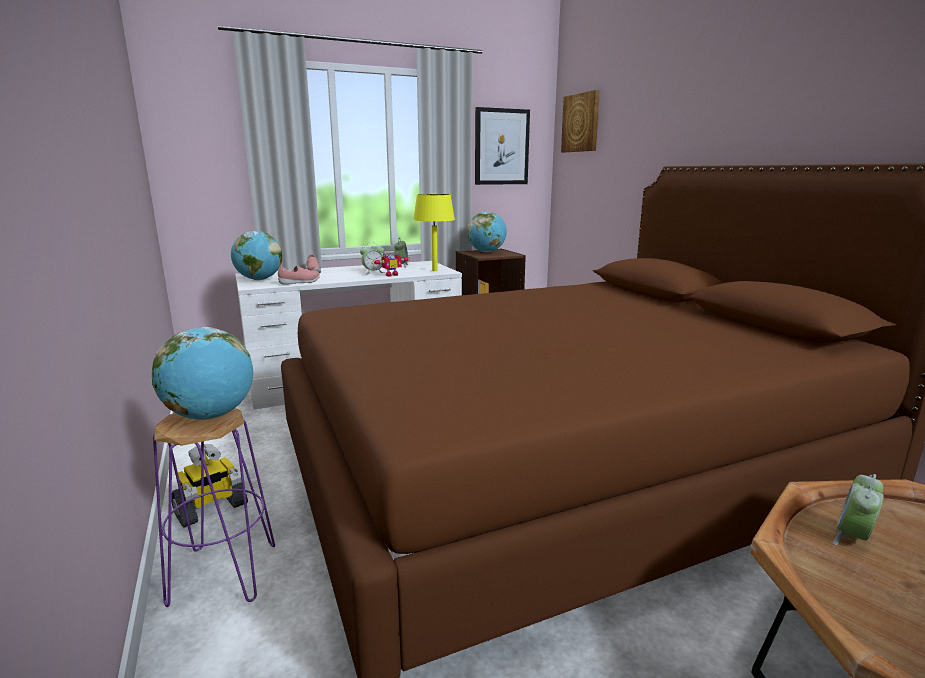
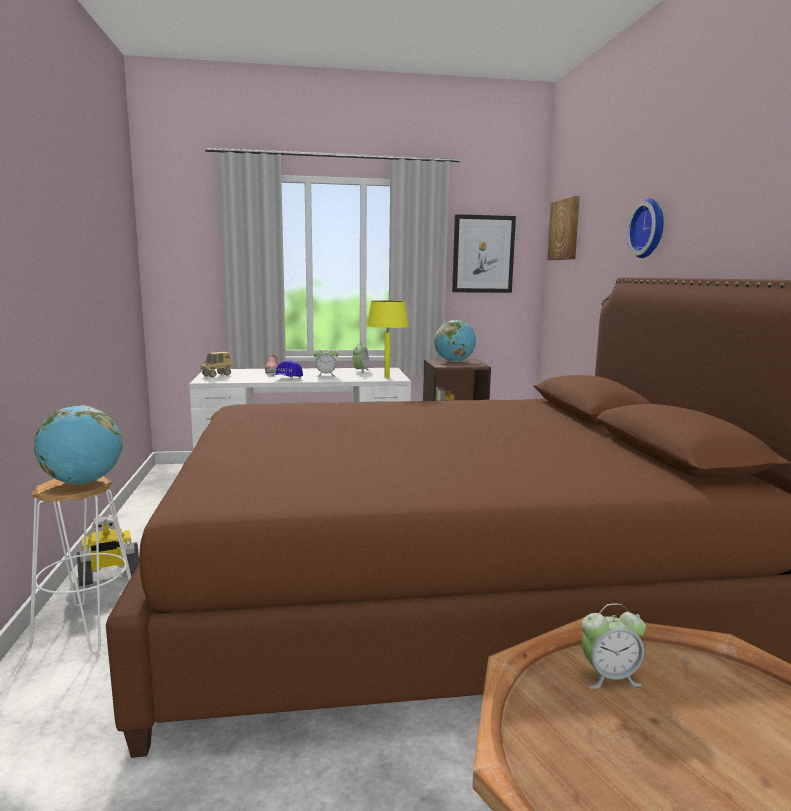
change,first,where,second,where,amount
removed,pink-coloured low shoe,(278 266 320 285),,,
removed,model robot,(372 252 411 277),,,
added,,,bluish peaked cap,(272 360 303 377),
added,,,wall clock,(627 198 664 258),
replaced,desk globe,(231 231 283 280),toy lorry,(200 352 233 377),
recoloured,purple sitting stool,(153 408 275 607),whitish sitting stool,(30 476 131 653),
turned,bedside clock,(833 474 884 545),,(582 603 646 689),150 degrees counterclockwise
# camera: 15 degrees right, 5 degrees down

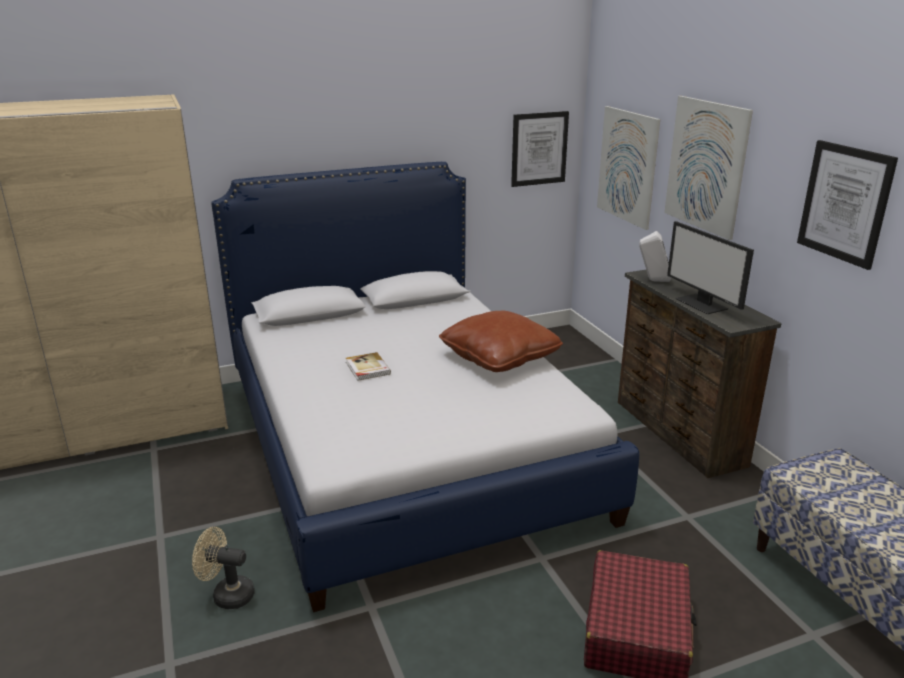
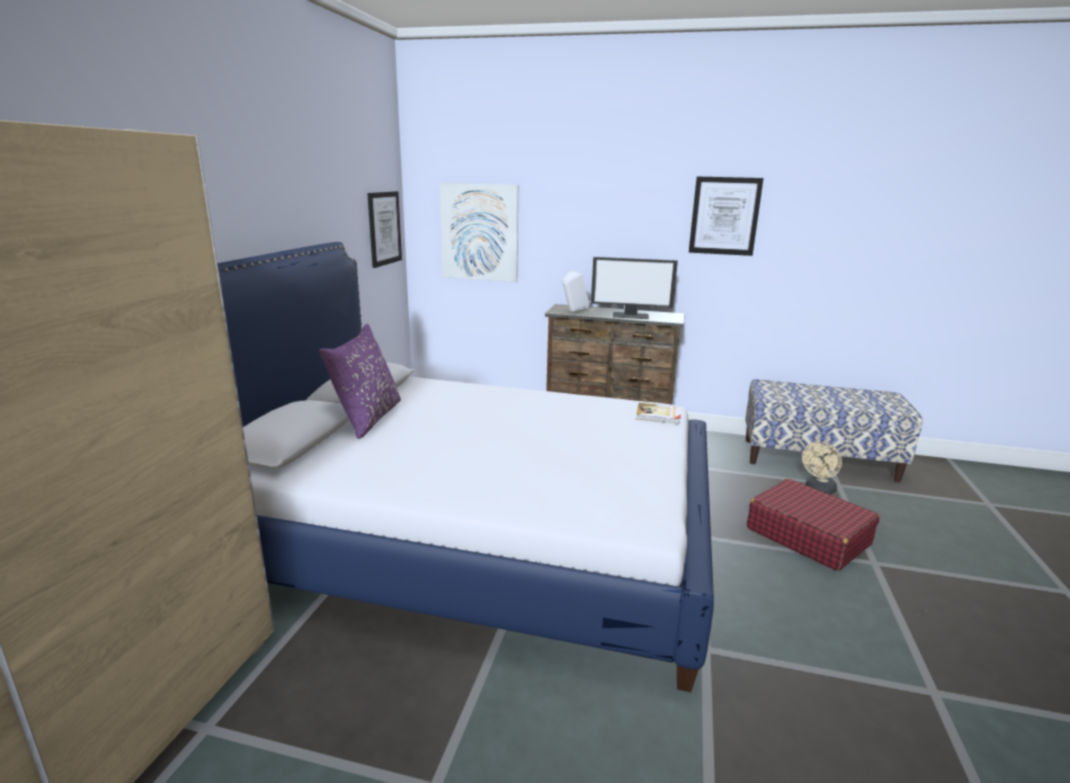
change,first,where,second,where,amount
removed,brown-coloured pillow,(439 311 563 372),,,
removed,wall picture,(664 96 753 240),,,
added,,,purple pillow,(319 324 401 439),
moved,sand-coloured fan,(192 527 255 609),,(802 441 842 494),
moved,volume,(346 352 391 381),,(636 403 681 424),
# camera: 55 degrees left, 5 degrees down

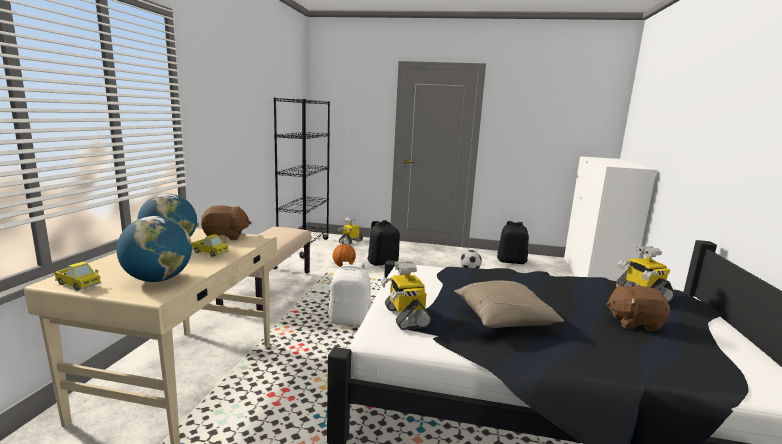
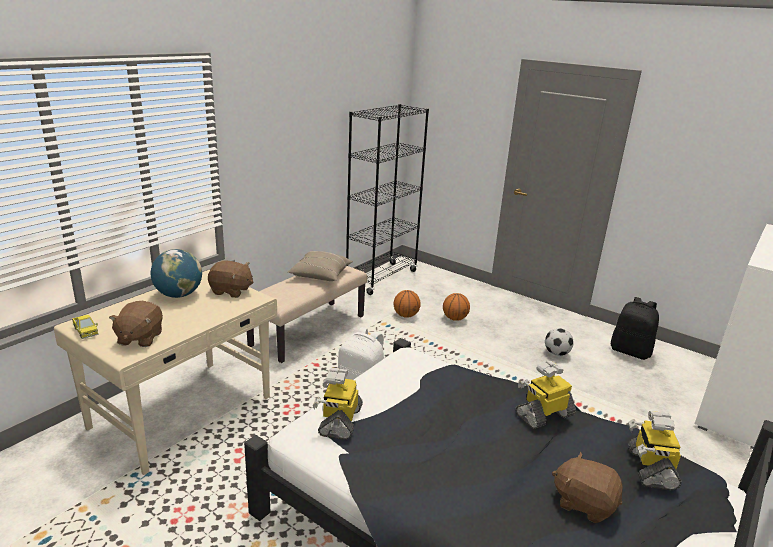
change,first,where,second,where,amount
removed,toy lorry,(192 235 229 257),,,
moved,model robot,(338 217 363 245),,(515 361 576 429),
moved,sand-coloured pillow,(454 281 564 328),,(288 251 353 281),
replaced,desk globe,(116 216 192 282),brown-coloured soft toy,(109 301 163 347),
replaced,blackish backpack,(368 220 400 266),basketball ball,(443 293 470 321),
# camera: 25 degrees right, 10 degrees up

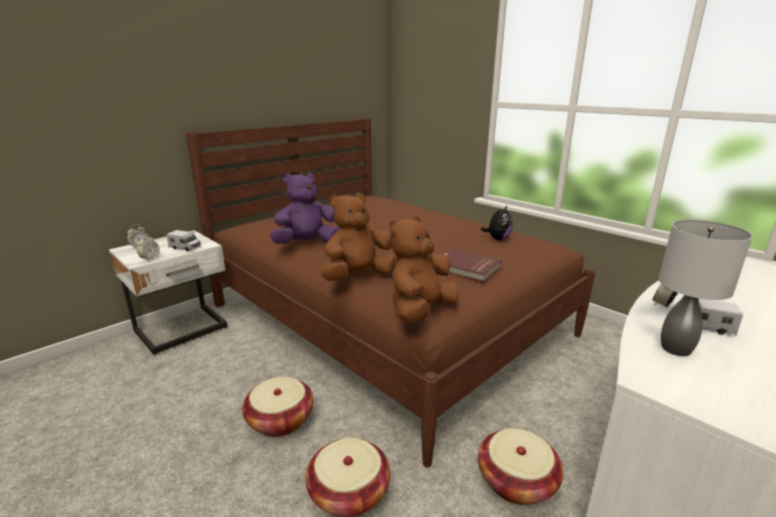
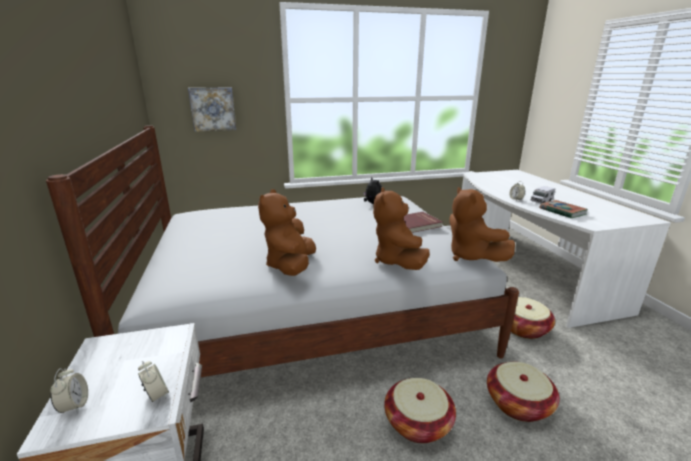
change,first,where,second,where,amount
removed,toy lorry,(166 230 201 251),,,
added,,,wall picture,(188 87 236 132),
replaced,greyish tabletop lamp,(659 220 753 356),volume,(540 200 588 218),
recoloured,brown-coloured sleeping bed,(186 117 595 467),whitish sleeping bed,(46 125 519 377),
recoloured,purple soft toy,(270 173 339 244),brown-coloured soft toy,(258 189 316 276),
# camera: 60 degrees left, 0 degrees up

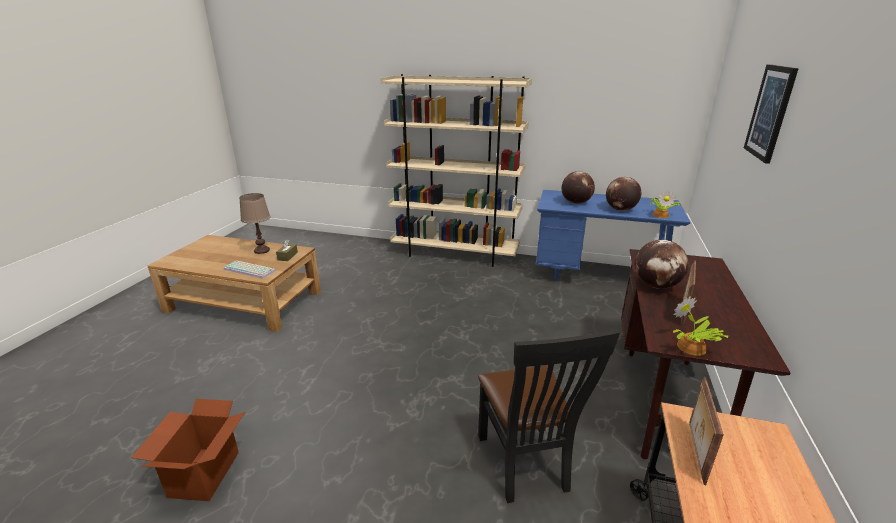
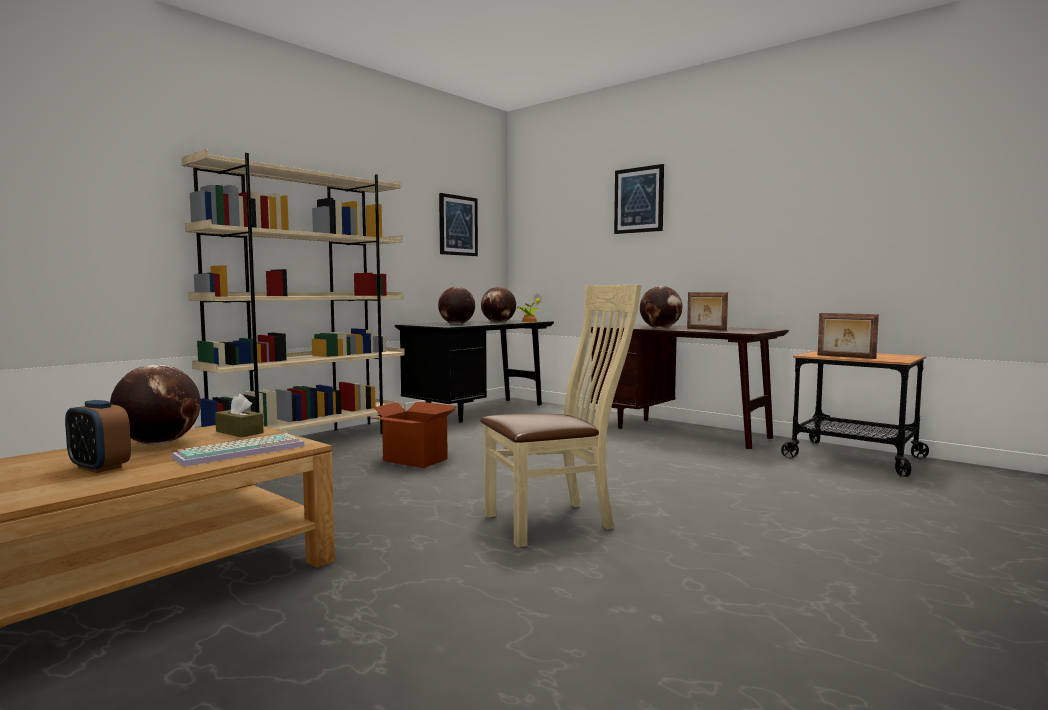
change,first,where,second,where,amount
removed,blackish plain chair,(478 330 620 503),,,
removed,houseplant,(673 296 730 356),,,
added,,,bedside clock,(65 400 131 473),
added,,,wall picture,(439 193 478 256),
added,,,sand-coloured plain chair,(480 285 641 547),
moved,carton,(131 399 245 501),,(371 402 456 468),
replaced,brown-coloured tabletop lamp,(239 193 271 254),desk globe,(110 364 201 445),
recoloured,bluish desk unit,(535 190 690 281),blackish desk unit,(395 320 554 423),
# camera: 65 degrees left, 20 degrees down

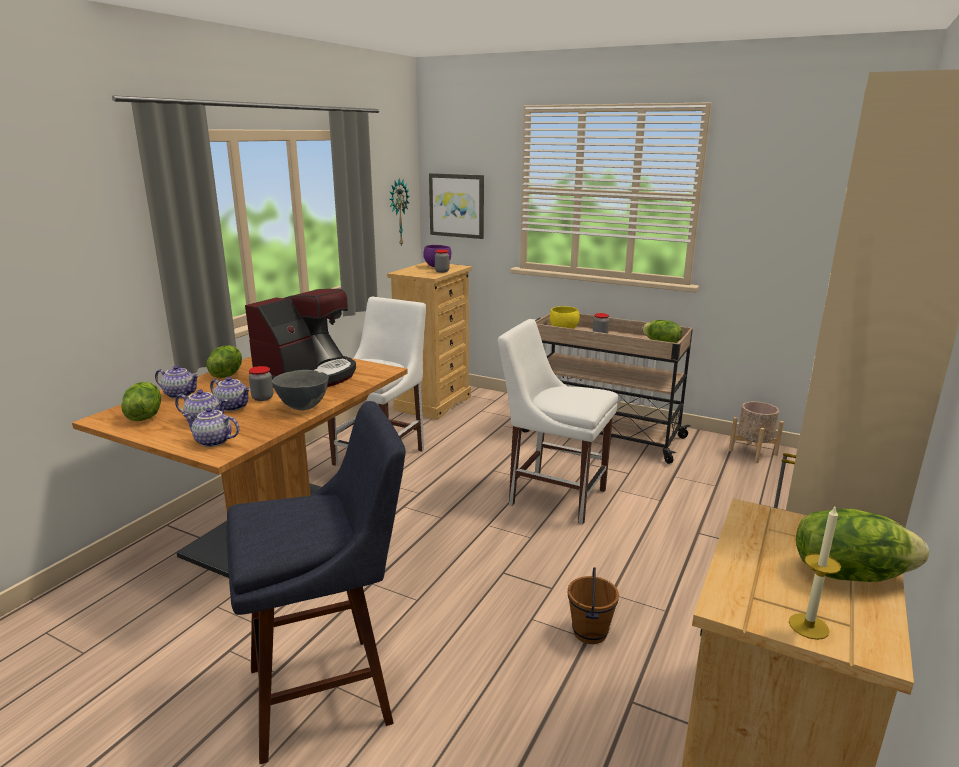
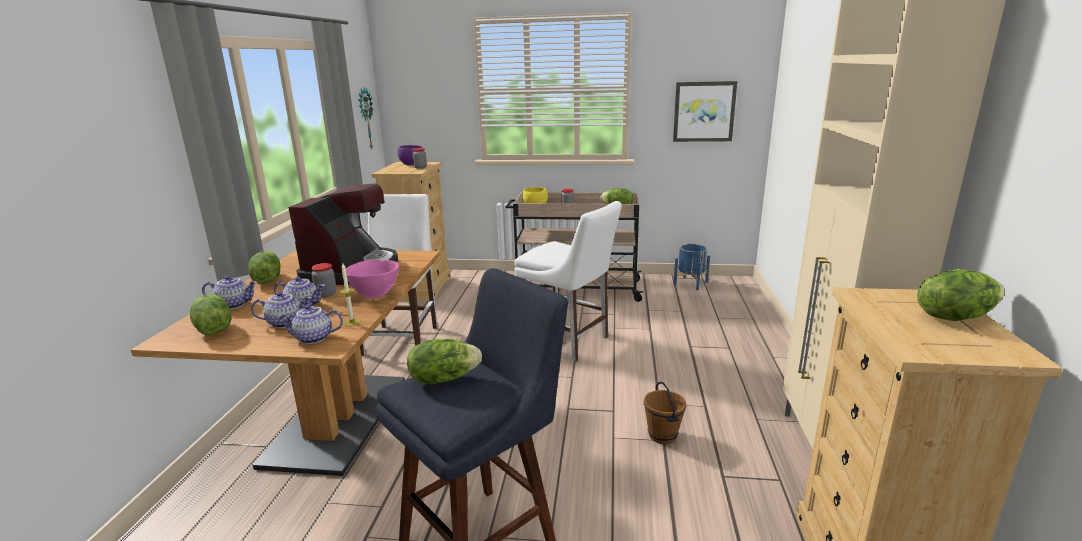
change,first,where,second,where,amount
added,,,lettuce,(407 339 482 384),
moved,wall picture,(429 173 484 239),,(673 81 737 142),
moved,wax light,(789 507 841 640),,(339 263 361 327),
recoloured,greyish bowl,(272 370 329 410),pink-coloured bowl,(346 260 399 298),
recoloured,sand-coloured planter,(729 401 784 463),bluish planter,(674 244 710 290),
turned,whitish plain chair,(498 319 618 525),,(514 201 622 362),150 degrees counterclockwise
# camera: 20 degrees left, 0 degrees up

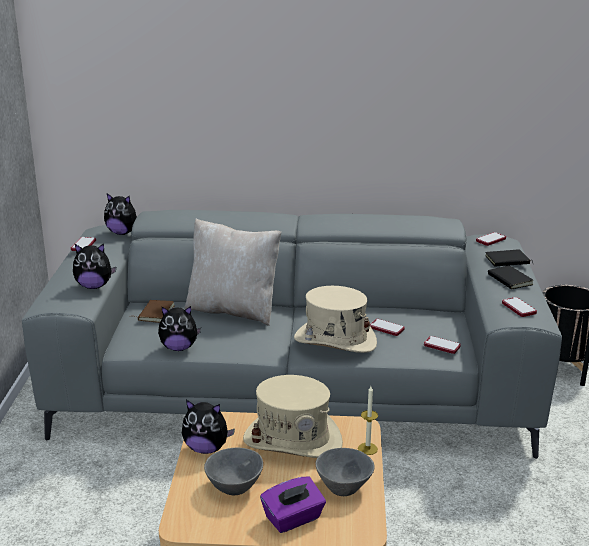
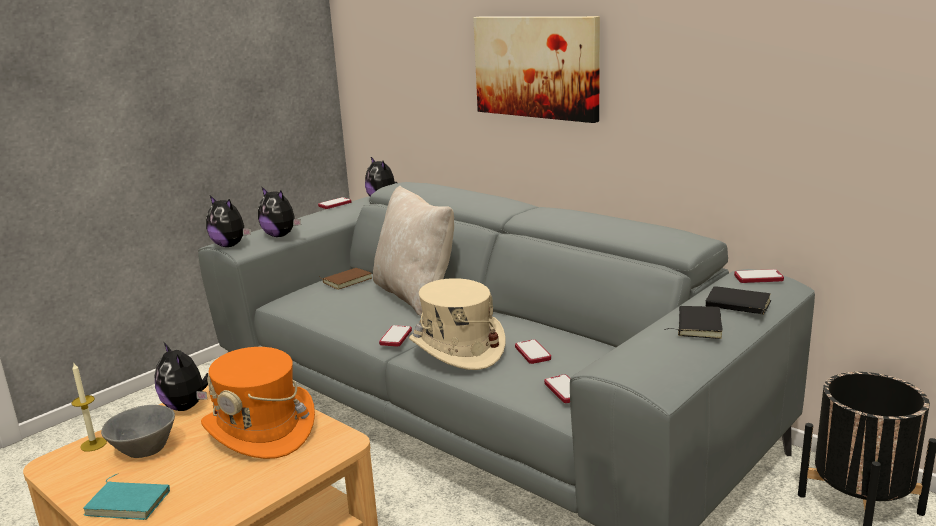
change,first,where,second,where,amount
removed,greyish bowl,(316 448 375 496),,,
added,,,wall picture,(473 16 600 123),
moved,soft toy,(158 306 201 351),,(206 196 251 247),
moved,wax light,(358 386 378 455),,(71 363 107 452),
moved,handset,(502 297 537 317),,(379 325 412 347),
replaced,purple tissue box,(260 477 326 533),blue-green volume,(83 474 170 520),
recoloured,sand-coloured wearable hat,(243 375 343 458),orange wearable hat,(201 347 315 459),
# camera: 40 degrees right, 5 degrees down

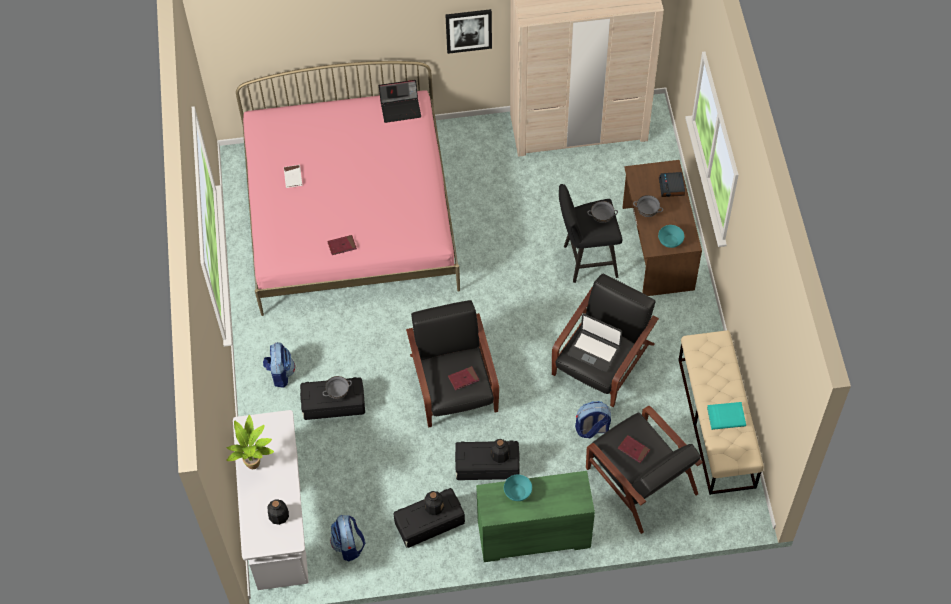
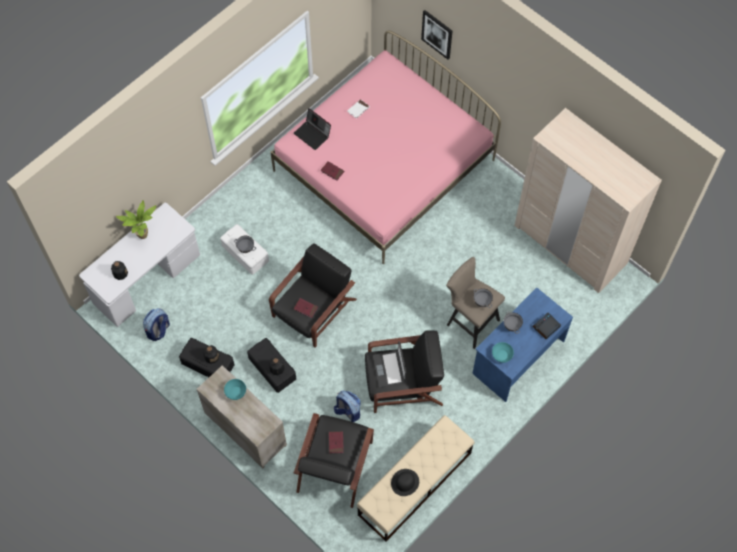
change,first,where,second,where,amount
removed,backpack,(263 342 295 388),,,
moved,notebook computer,(379 80 421 123),,(293 108 331 150),
moved,wall picture,(446 9 492 54),,(421 10 452 60),
replaced,blue-green volume,(707 402 746 430),blackish wearable hat,(391 469 419 496),
recoloured,blackish storage container,(300 377 365 420),whitish storage container,(220 224 269 275),
recoloured,greenish chest of drawers,(476 471 595 562),sand-coloured chest of drawers,(197 365 287 469),
recoloured,blackish sitting stool,(559 184 623 283),sand-coloured sitting stool,(446 257 505 349),
recoloured,brown-coloured desk unit,(622 160 702 296),bluish desk unit,(472 288 573 402),
# camera: 50 degrees right, 5 degrees up

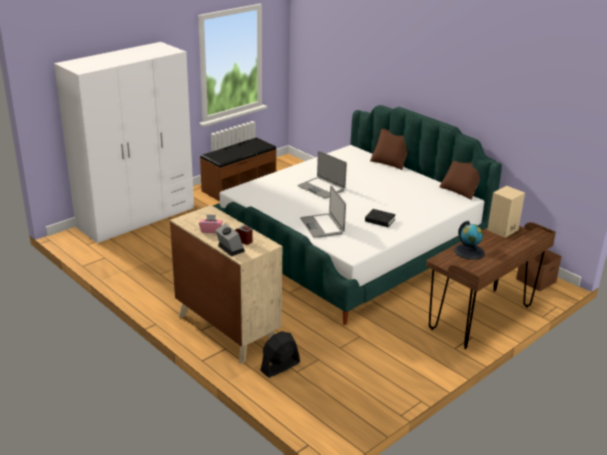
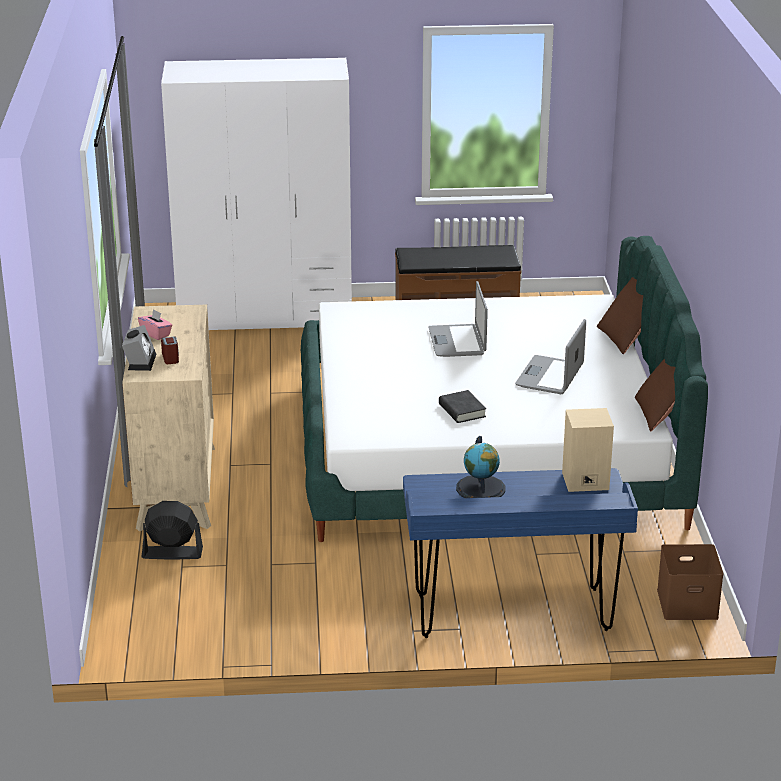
change,first,where,second,where,amount
moved,notebook computer,(300 186 346 238),,(515 319 586 394),
recoloured,brown-coloured desk unit,(426 222 556 349),bluish desk unit,(403 468 638 638),
# camera: 40 degrees right, 0 degrees up

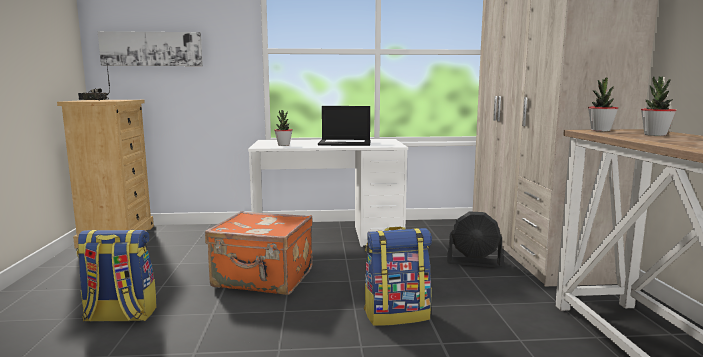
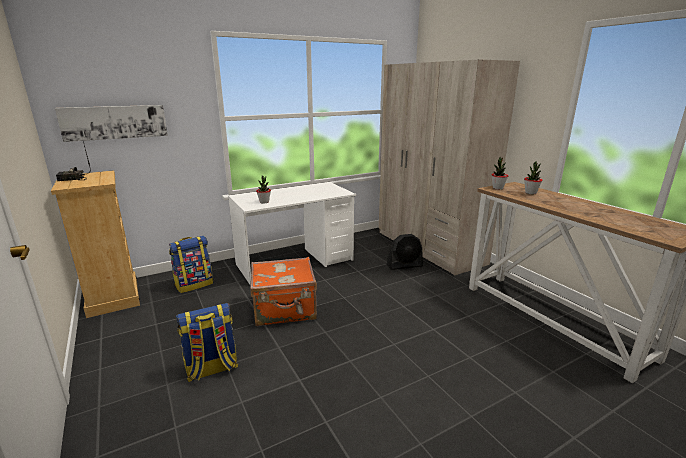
change,first,where,second,where,amount
removed,notebook computer,(318 106 370 146),,,
moved,backpack,(364 226 432 326),,(169 236 213 293),
# camera: 25 degrees left, 10 degrees up

